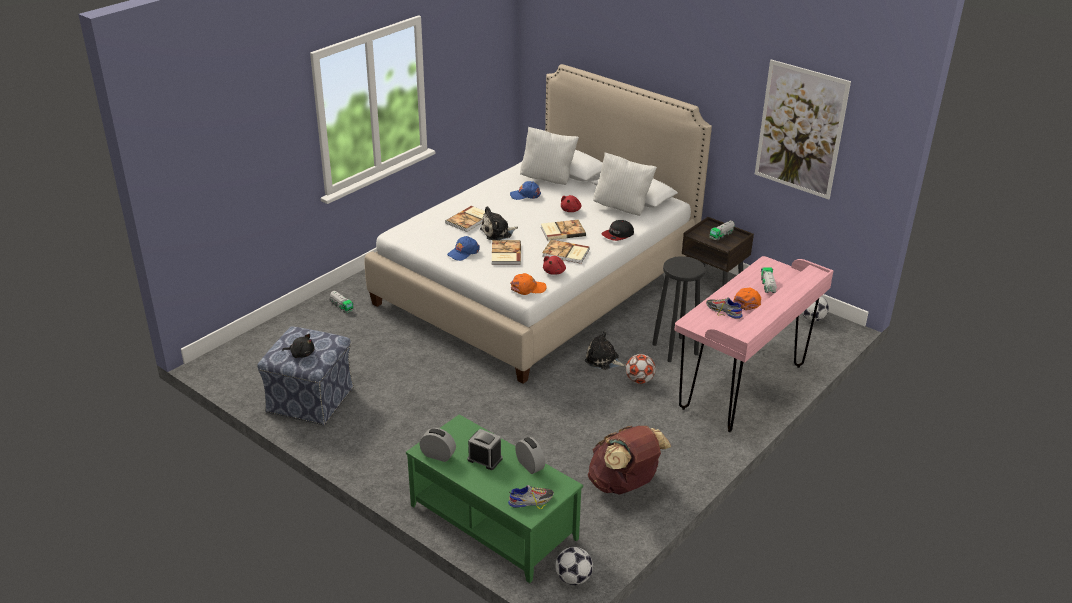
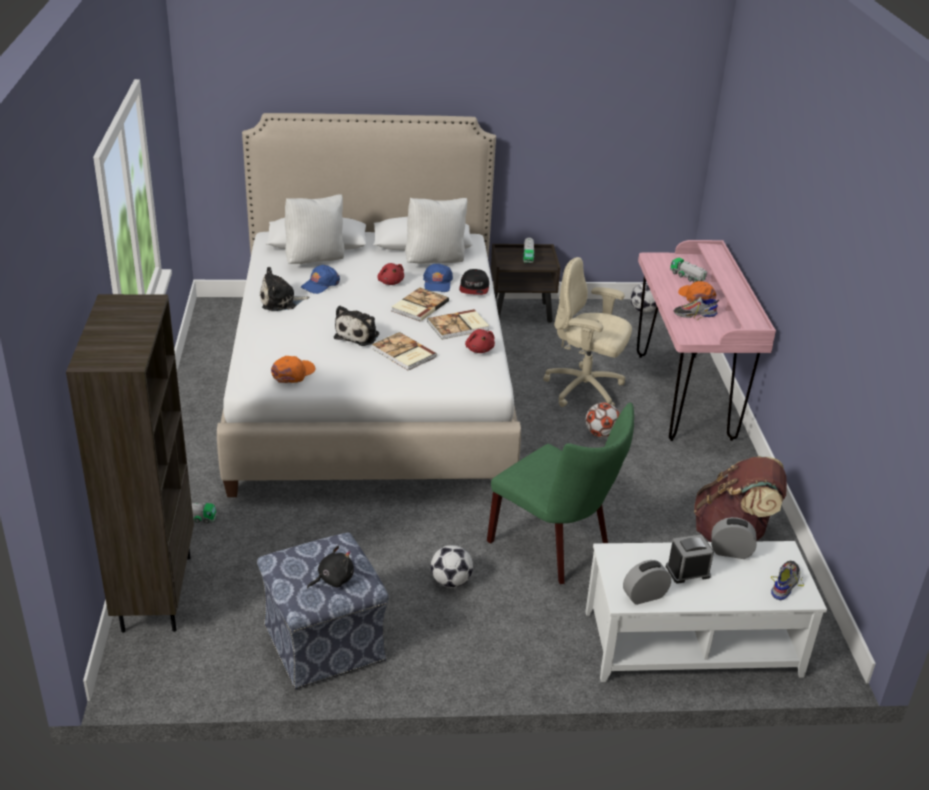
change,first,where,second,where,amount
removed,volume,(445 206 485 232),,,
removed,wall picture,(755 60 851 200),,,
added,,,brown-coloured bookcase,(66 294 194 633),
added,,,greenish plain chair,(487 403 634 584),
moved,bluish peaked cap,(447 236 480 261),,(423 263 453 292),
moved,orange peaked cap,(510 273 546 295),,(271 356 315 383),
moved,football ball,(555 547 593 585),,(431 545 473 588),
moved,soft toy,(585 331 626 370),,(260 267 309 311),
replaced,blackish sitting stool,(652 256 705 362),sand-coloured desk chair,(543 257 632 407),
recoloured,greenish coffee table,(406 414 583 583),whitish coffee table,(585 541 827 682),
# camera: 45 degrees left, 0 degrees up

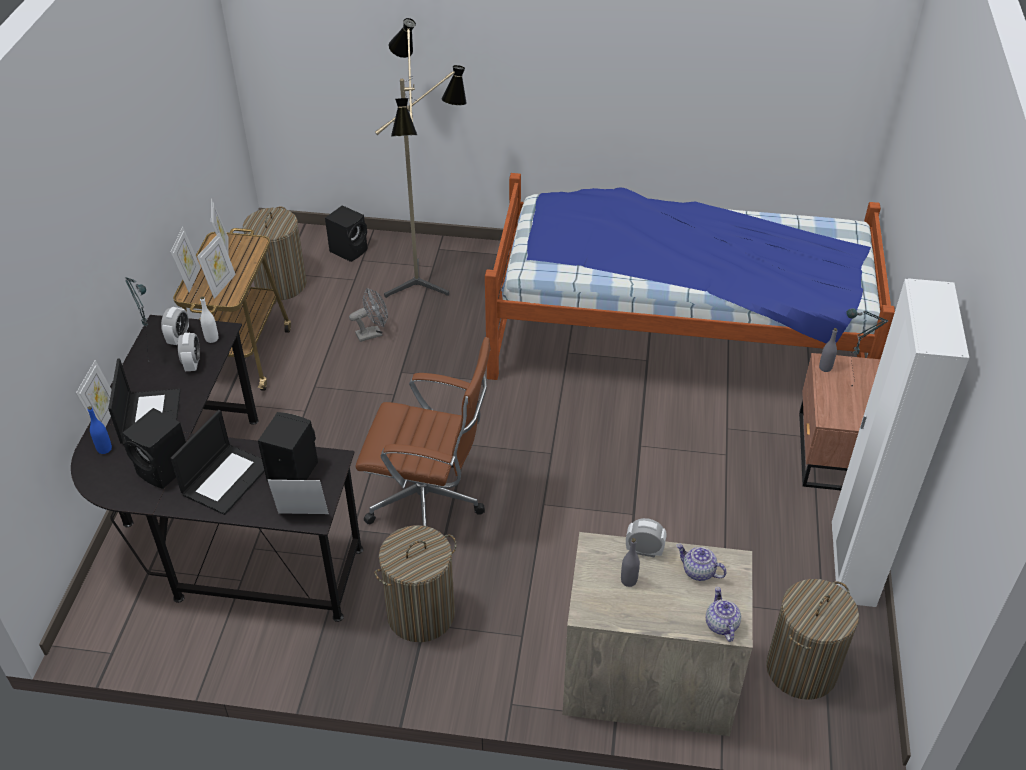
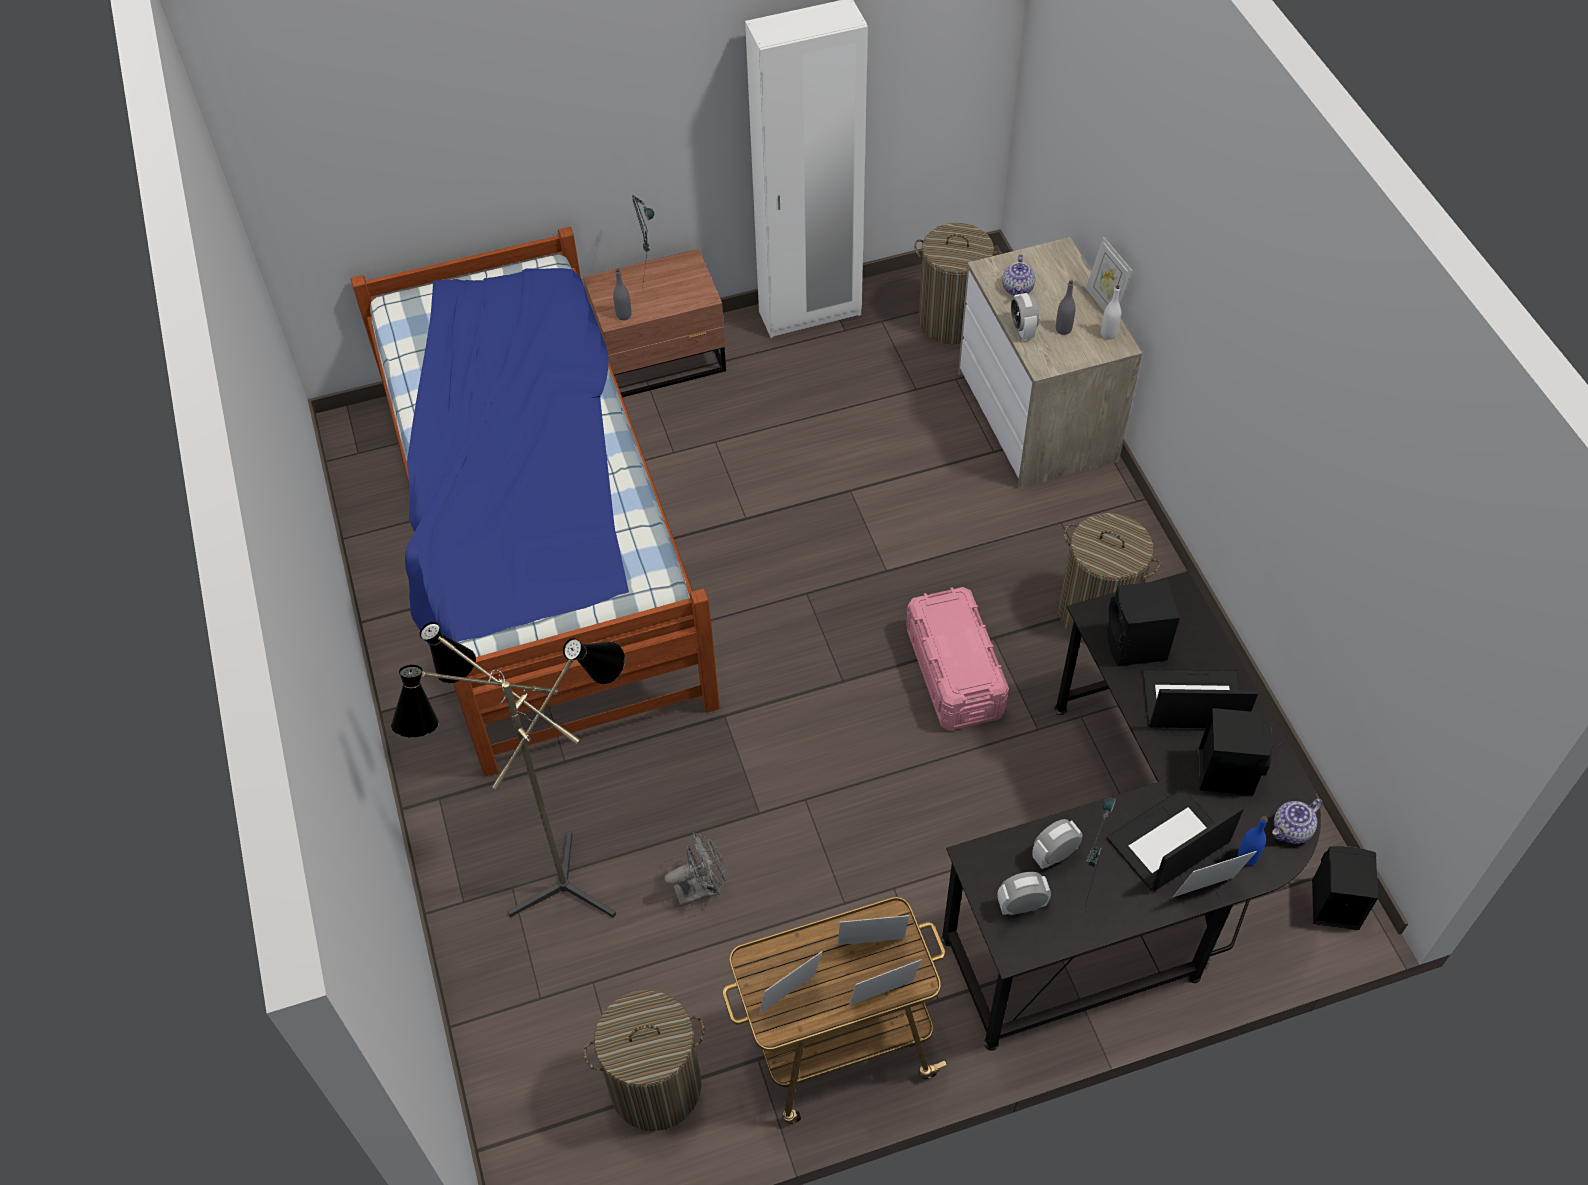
change,first,where,second,where,amount
moved,whitish beverage bottle,(200 296 218 343),,(1101 285 1121 340),
moved,picture frame,(268 480 329 514),,(1086 237 1132 311),
moved,blackish audio speaker,(325 205 368 262),,(1312 846 1378 930),
moved,teapot,(706 587 741 642),,(1272 798 1323 844),
replaced,brown-coloured desk chair,(355 337 491 526),pink-coloured storage container,(906 587 1009 731),
turned,greyish fan,(349 288 388 342),,(664 832 726 907),120 degrees clockwise
# camera: 115 degrees left, 10 degrees up

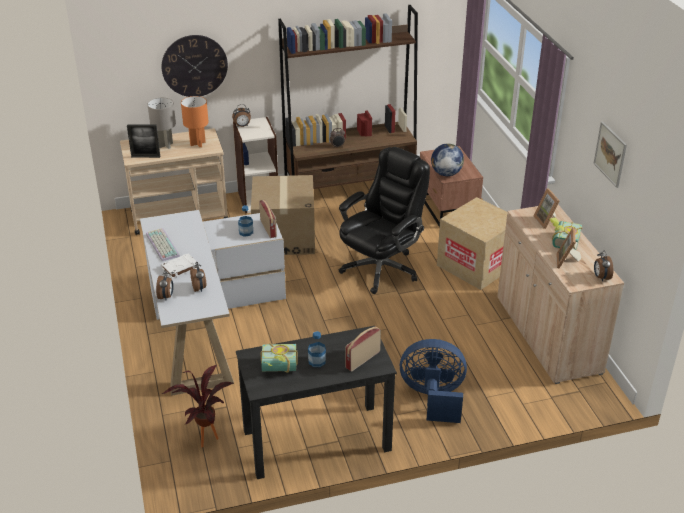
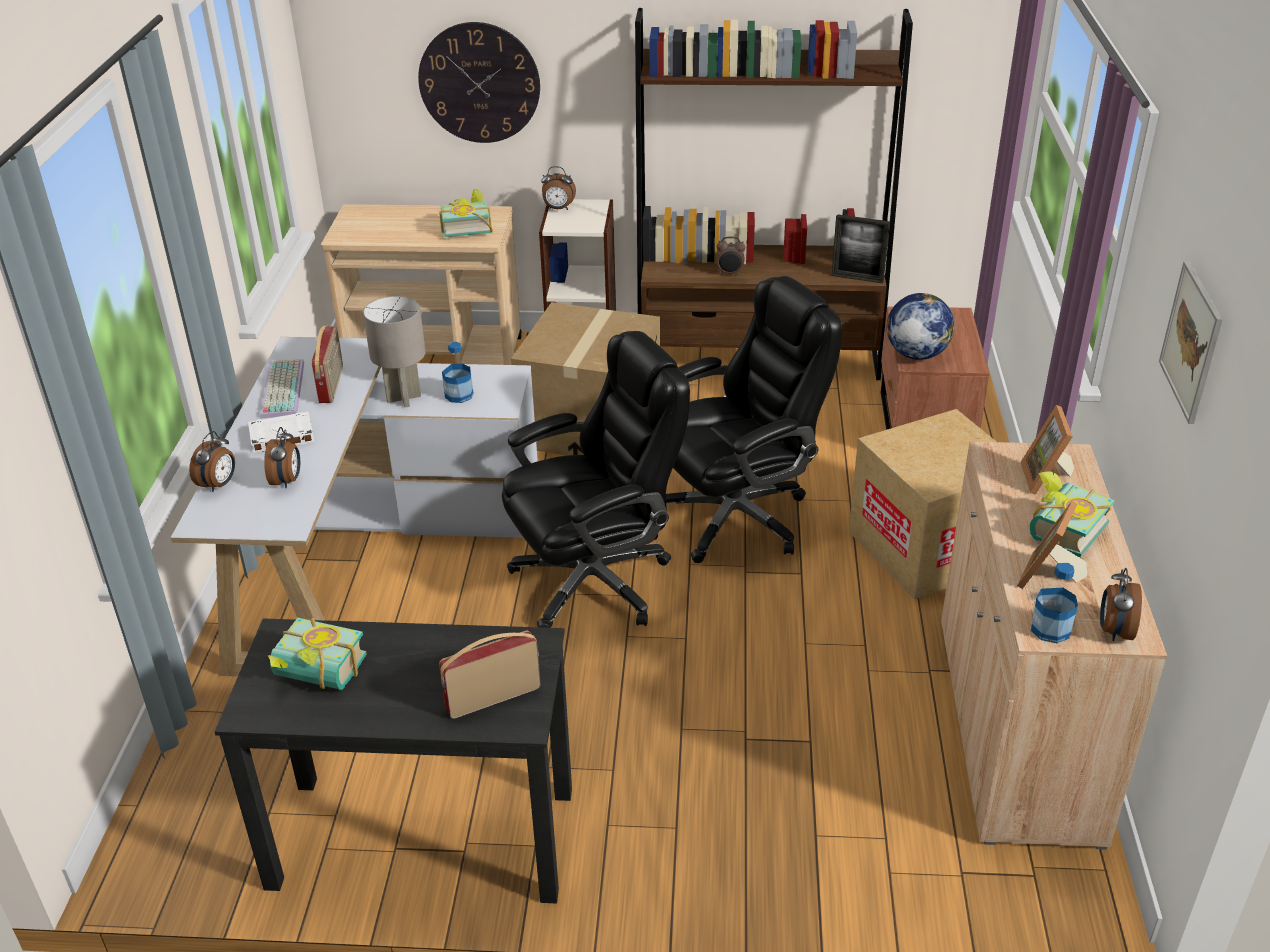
change,first,where,second,where,amount
removed,houseplant,(162 365 234 447),,,
removed,bluish fan,(400 339 467 423),,,
added,,,blackish desk chair,(502 331 690 628),
moved,picture frame,(127 124 160 158),,(832 214 890 283),
moved,greyish tabletop lamp,(148 98 176 149),,(363 296 425 408),
moved,radio set,(259 200 277 238),,(312 325 343 403),
moved,beverage bottle,(308 331 326 367),,(1031 563 1078 643),
replaced,orange tabletop lamp,(181 96 209 147),volume,(439 189 493 237),
# camera: 20 degrees right, 0 degrees up

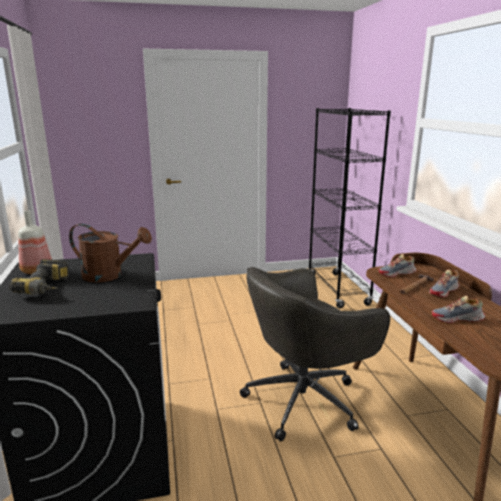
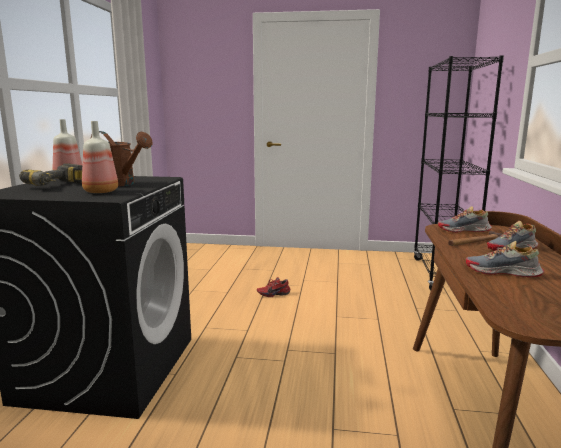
change,first,where,second,where,amount
removed,greyish desk chair,(240 267 390 442),,,
added,,,beverage bottle,(82 121 118 193),
added,,,red low shoe,(257 277 290 297),
# camera: 20 degrees right, 5 degrees down

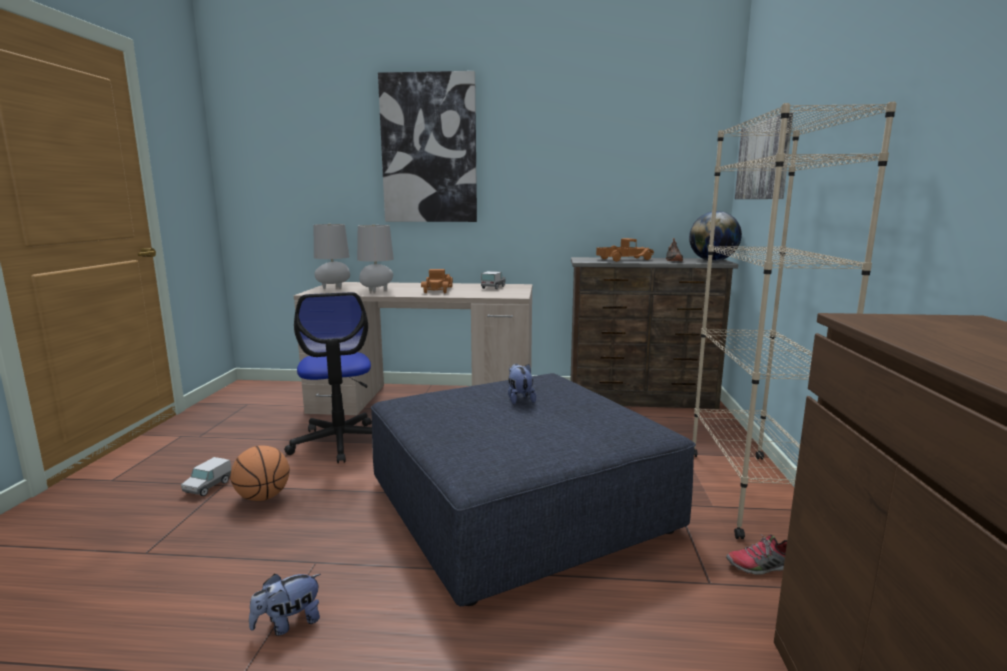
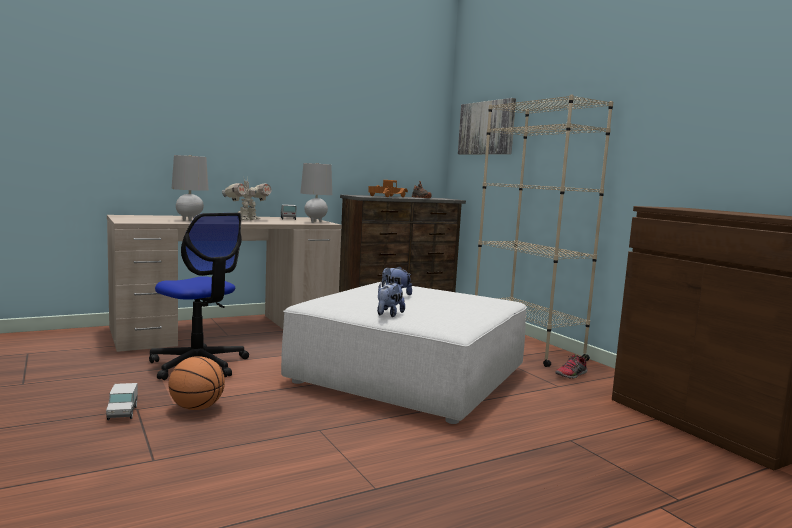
change,first,where,second,where,amount
removed,wall picture,(378 71 477 222),,,
removed,desk globe,(689 211 742 261),,,
moved,soft toy,(249 574 321 636),,(377 283 405 317),
moved,greyish tabletop lamp,(314 224 350 289),,(300 163 332 223),
replaced,toy lorry,(421 269 453 293),model robot,(222 176 272 220),
recoloured,bluish pouffe,(371 373 696 606),whitish pouffe,(281 282 527 424),
# camera: 35 degrees left, 5 degrees down

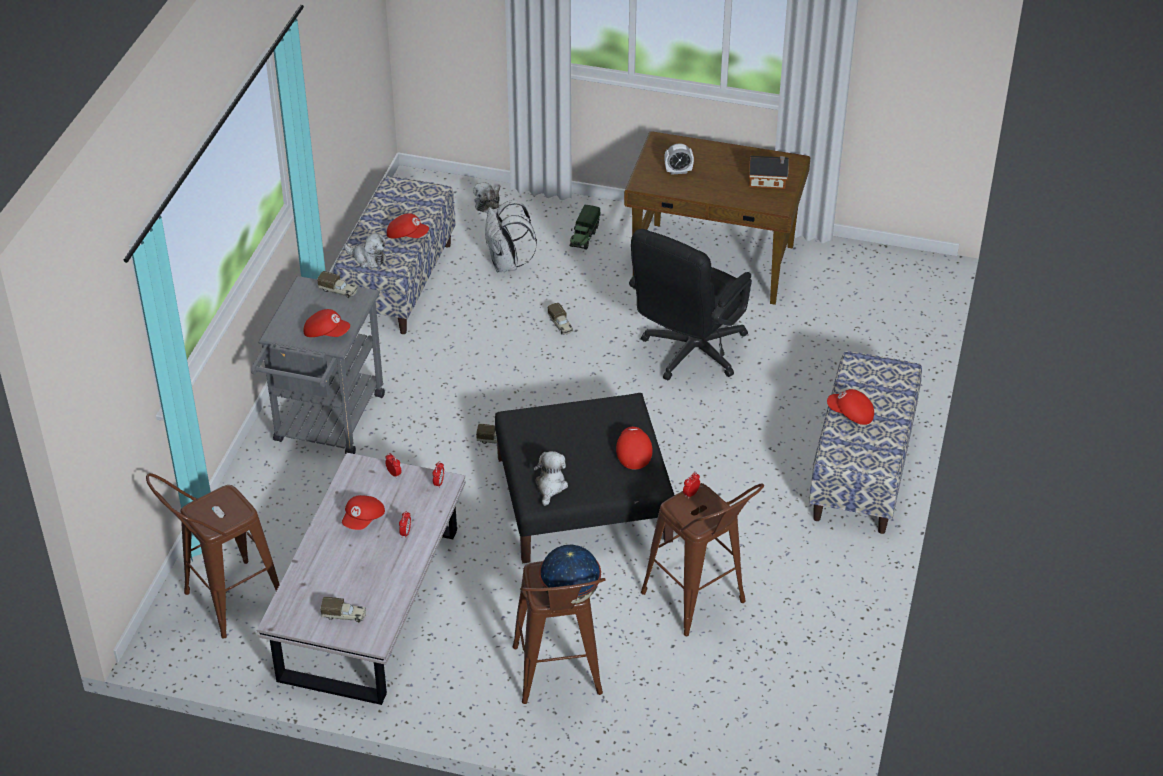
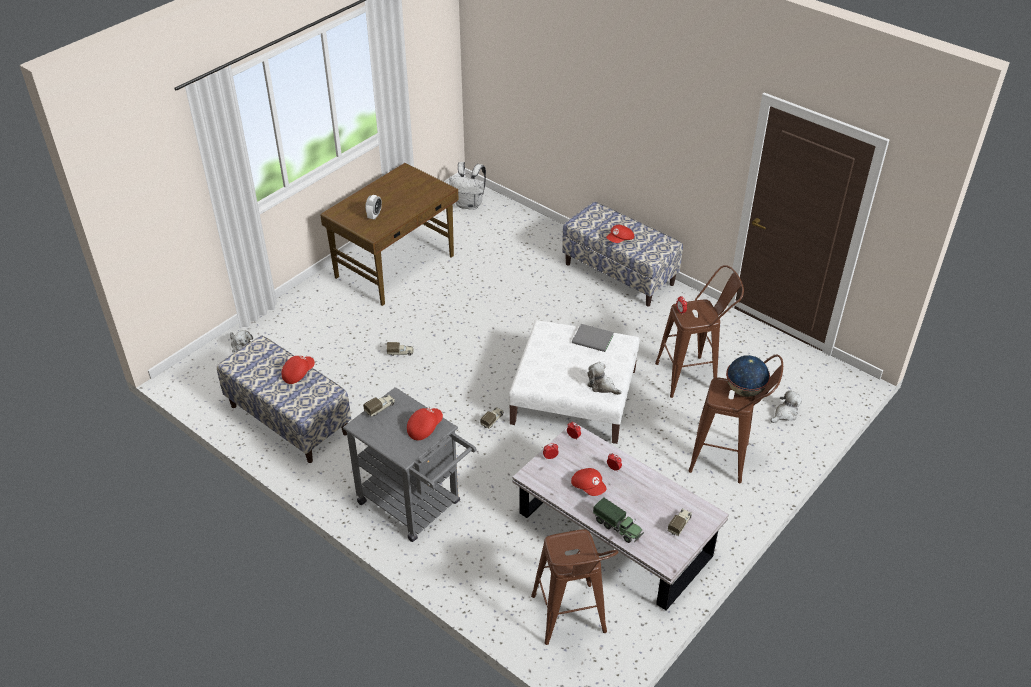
change,first,where,second,where,amount
removed,blackish desk chair,(629 229 752 380),,,
removed,model house,(749 156 789 189),,,
moved,soft toy,(344 233 387 268),,(770 390 802 423),
moved,whitish backpack,(485 200 537 272),,(449 162 486 210),
moved,toy lorry,(569 205 600 250),,(593 498 644 543),
replaced,red peaked cap,(616 427 652 470),greyish volume,(572 324 614 352),
recoloured,blackish pouffe,(495 393 674 563),whitish pouffe,(509 320 640 444),
# camera: 65 degrees left, 0 degrees up

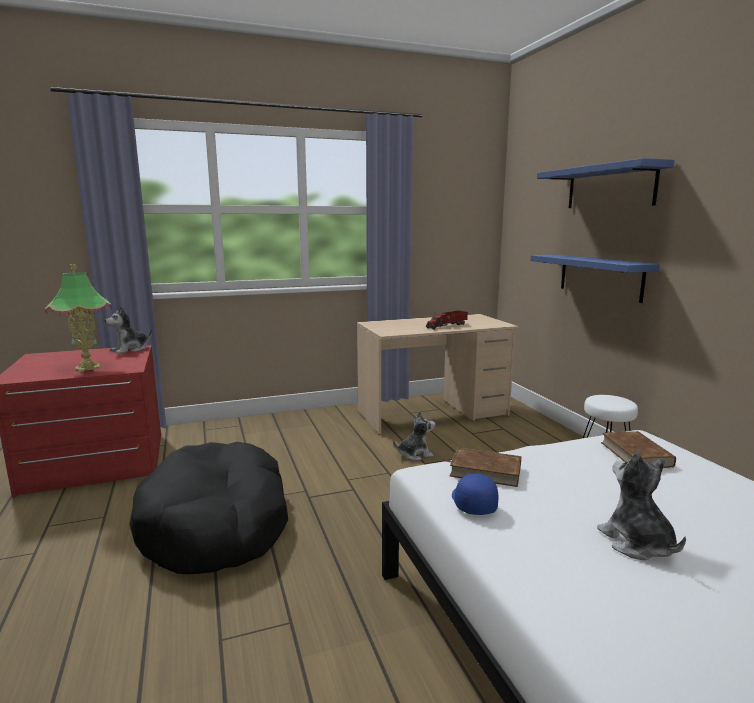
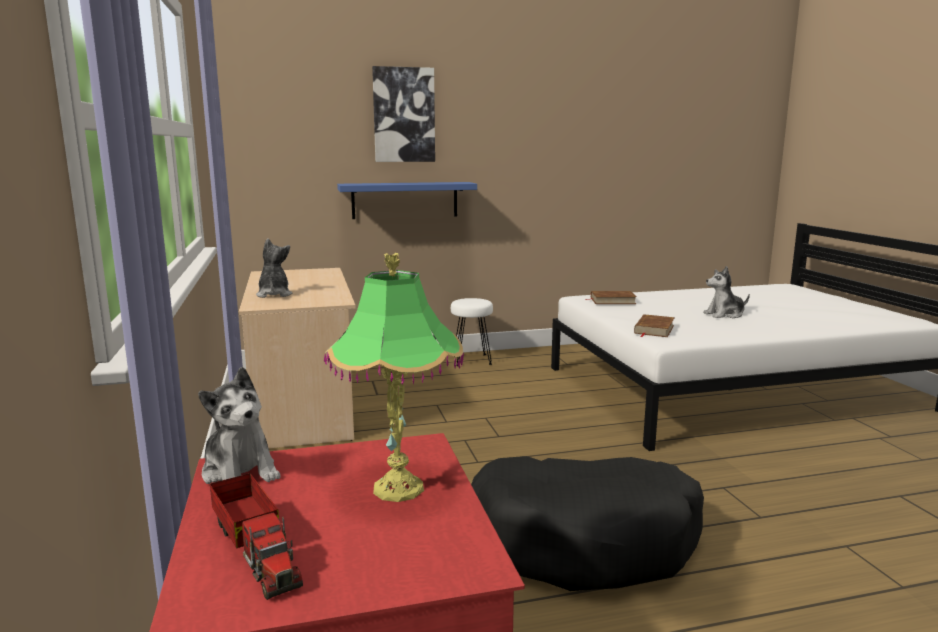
change,first,where,second,where,amount
removed,bluish peaked cap,(452 474 499 515),,,
moved,soft toy,(393 411 435 460),,(256 238 292 298),
moved,toy lorry,(426 310 468 330),,(210 473 303 600),
replaced,bluish wall shelf,(537 158 675 208),wall picture,(372 66 435 162),
# camera: 85 degrees left, 0 degrees up

